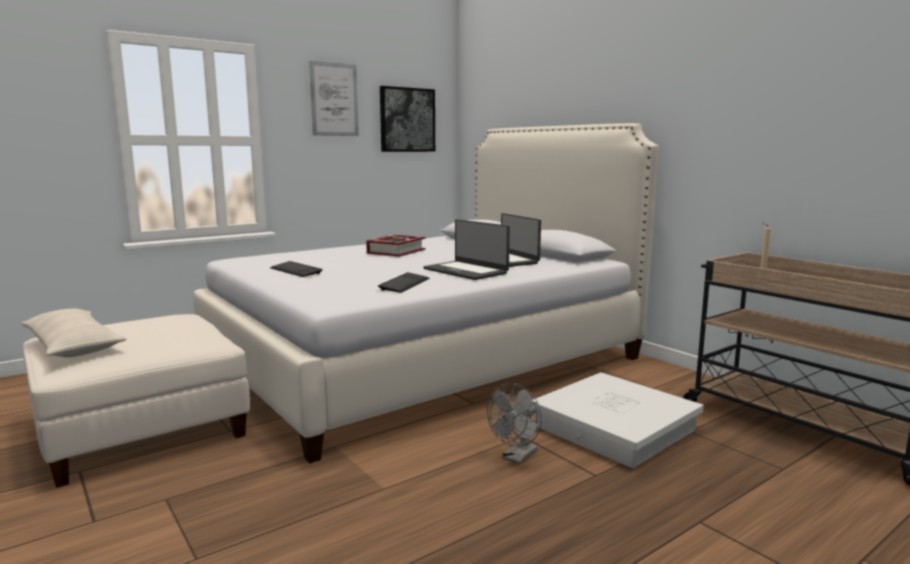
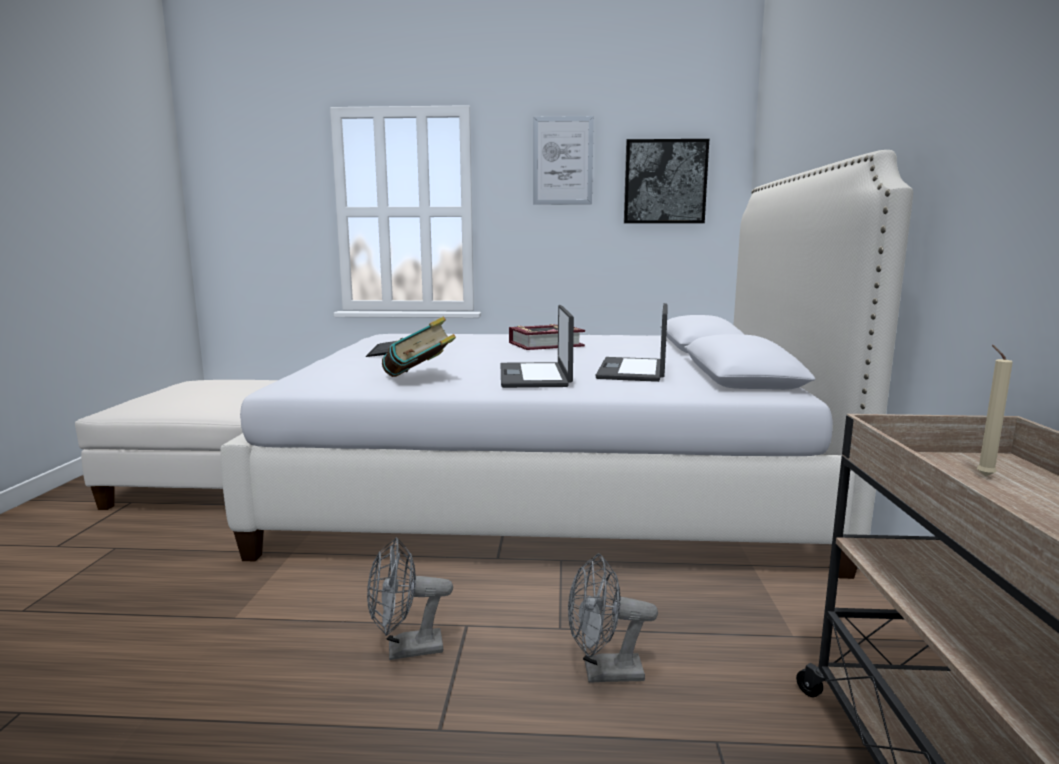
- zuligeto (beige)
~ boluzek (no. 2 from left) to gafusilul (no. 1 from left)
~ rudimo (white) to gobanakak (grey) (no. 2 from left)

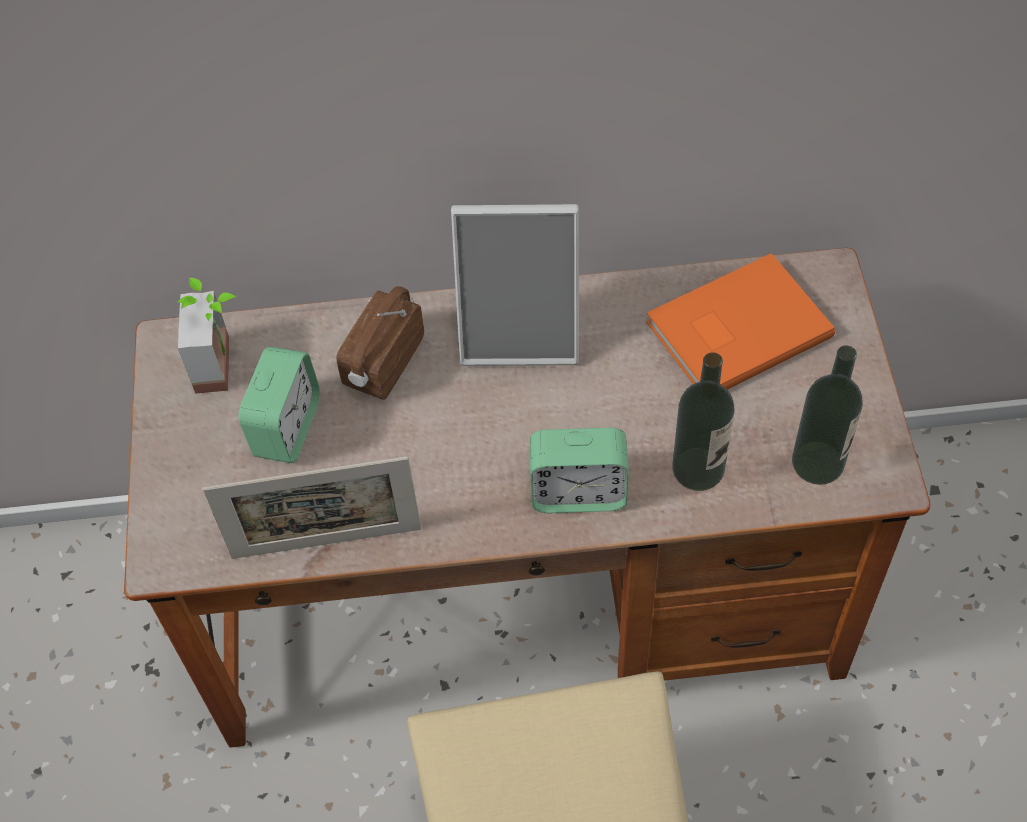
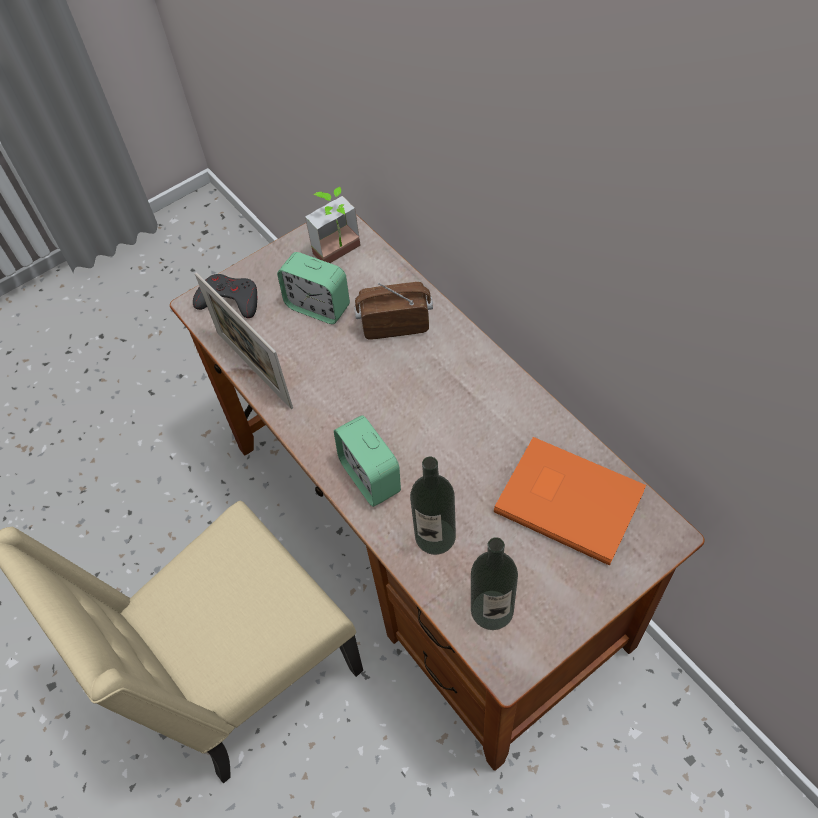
- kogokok (no. 2 from left)
+ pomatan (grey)
~ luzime (no. 1 from left) 45 degrees clockwise

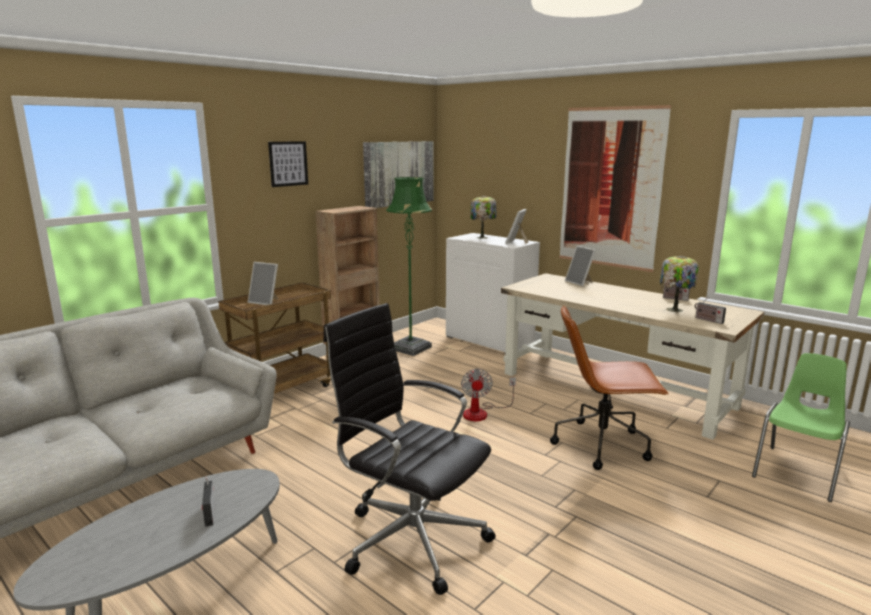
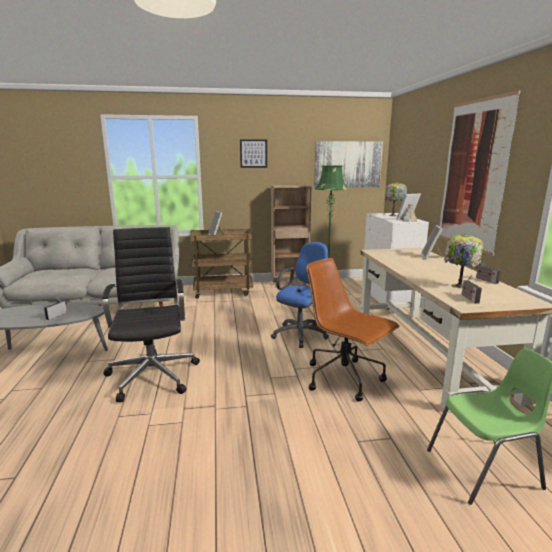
~ gobanakak to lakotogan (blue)

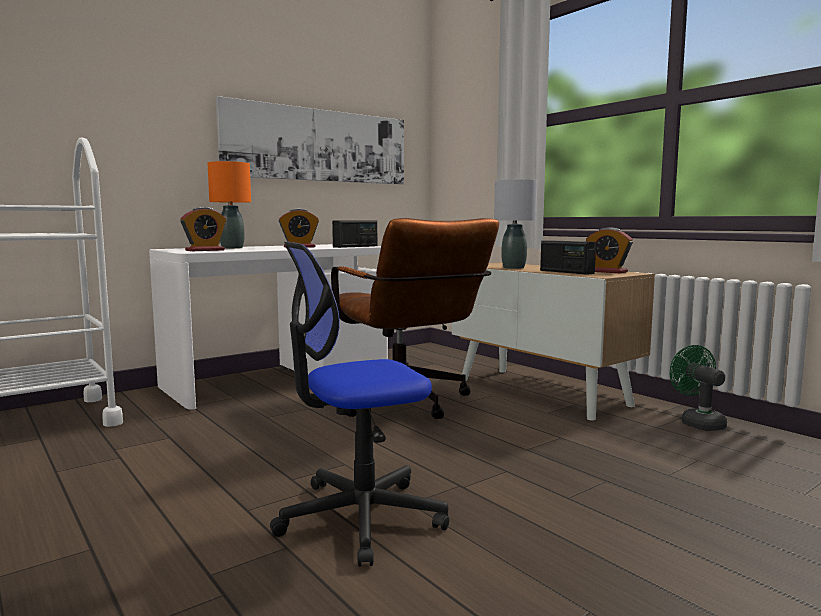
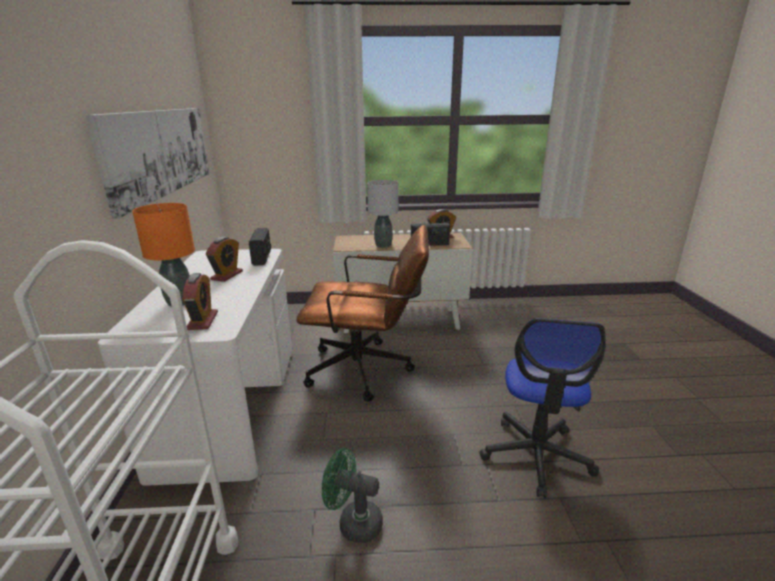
~ gobanakak (green)

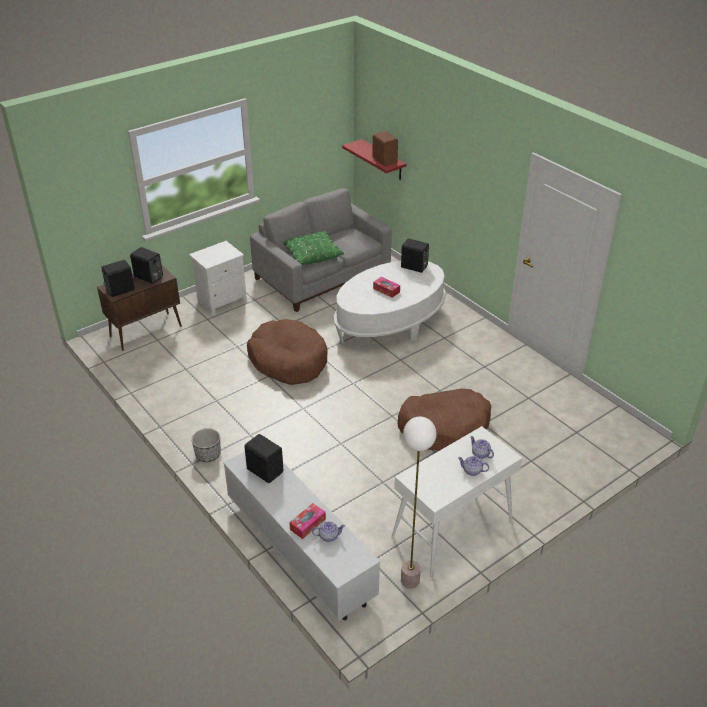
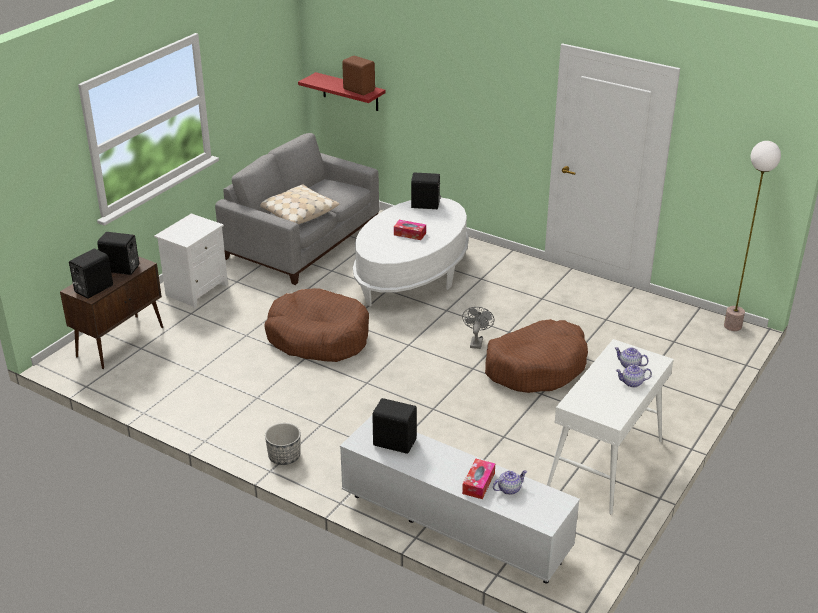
+ gobanakak (grey)
~ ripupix
~ zuligeto (green) to zuligeto (beige)

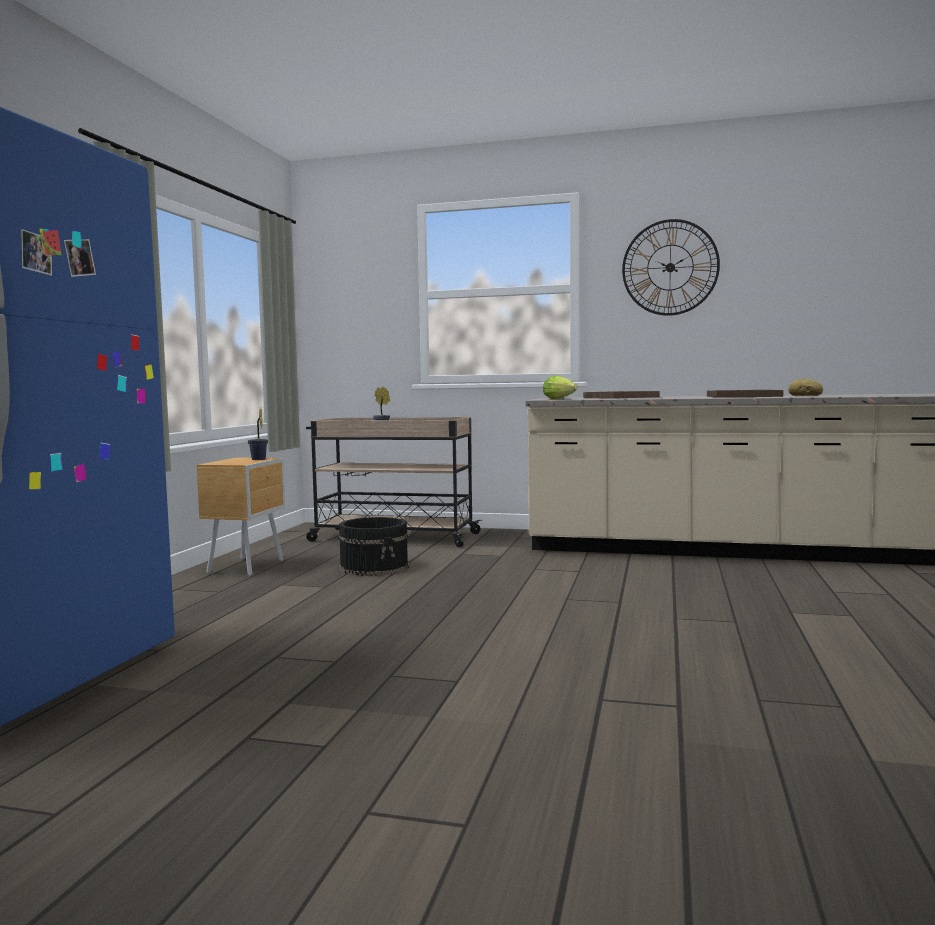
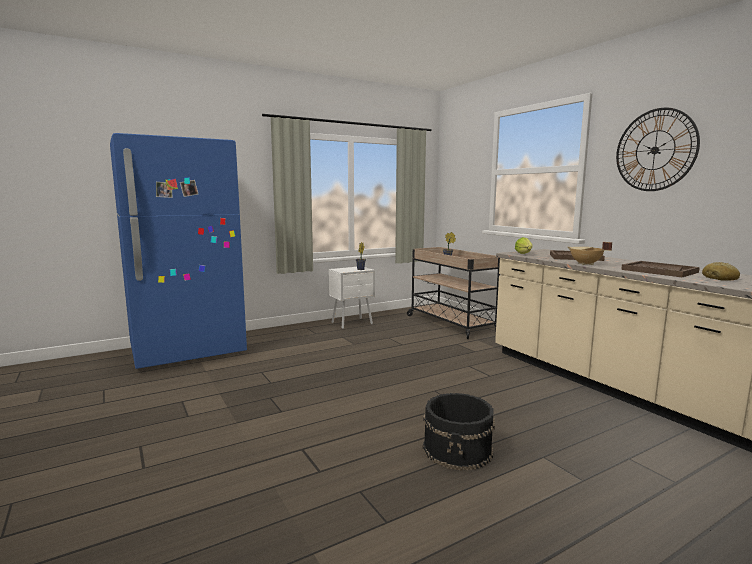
+ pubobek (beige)
~ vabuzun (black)
~ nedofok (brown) to nedofok (white)

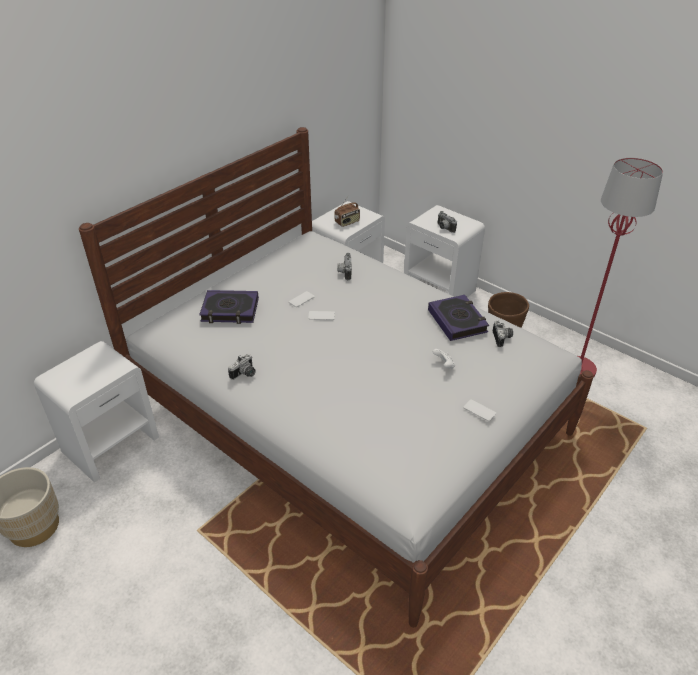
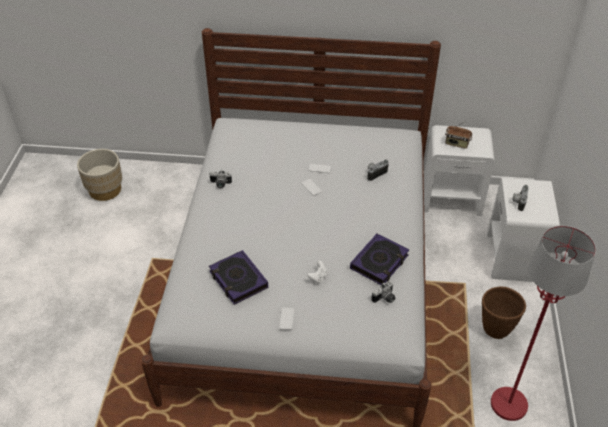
- nedofok (white) (no. 1 from left)
~ gafusilul (no. 1 from left)

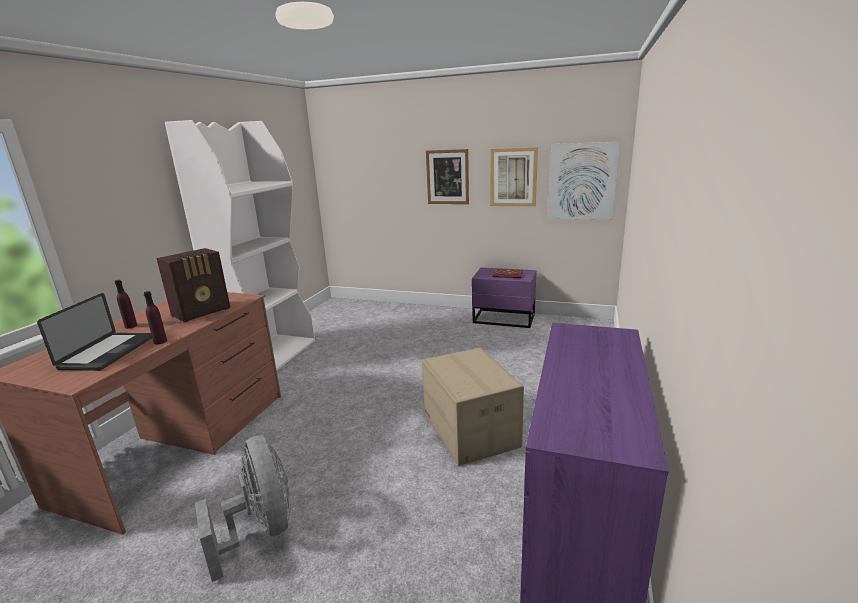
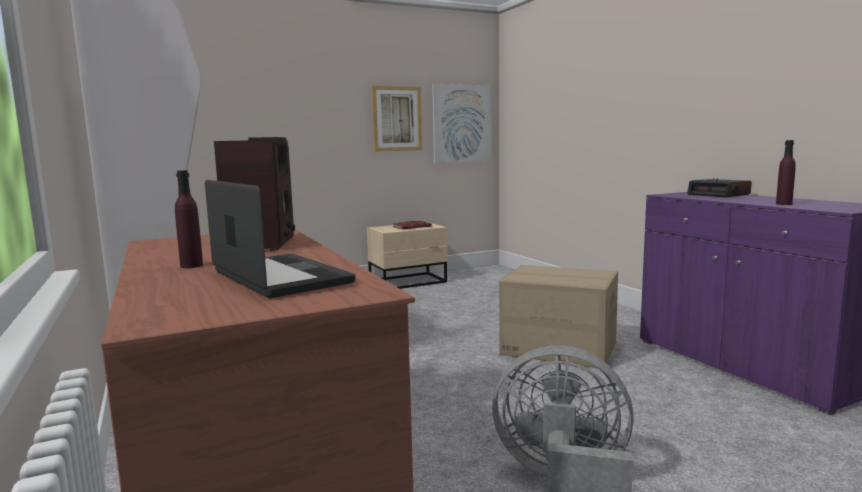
- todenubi (no. 1 from left)
+ luzime
~ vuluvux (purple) (no. 2 from left)
~ nedofok (purple) to nedofok (beige)

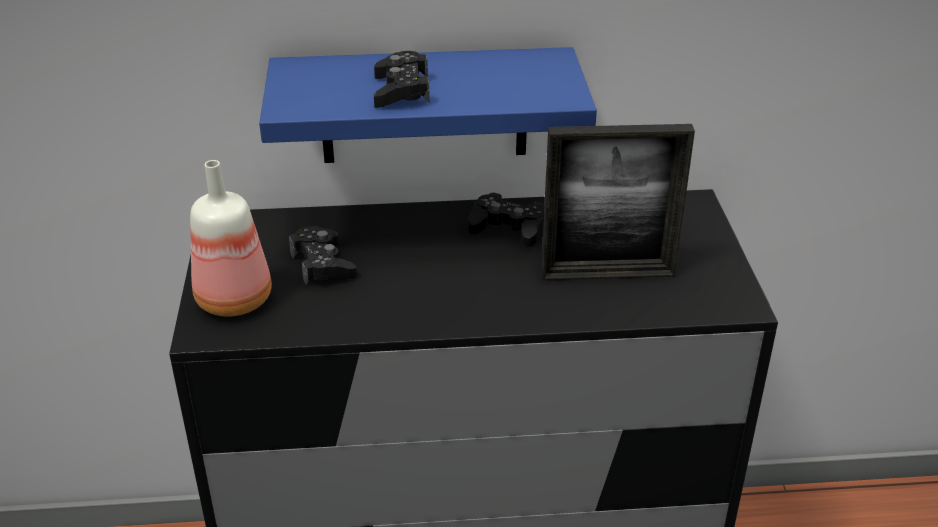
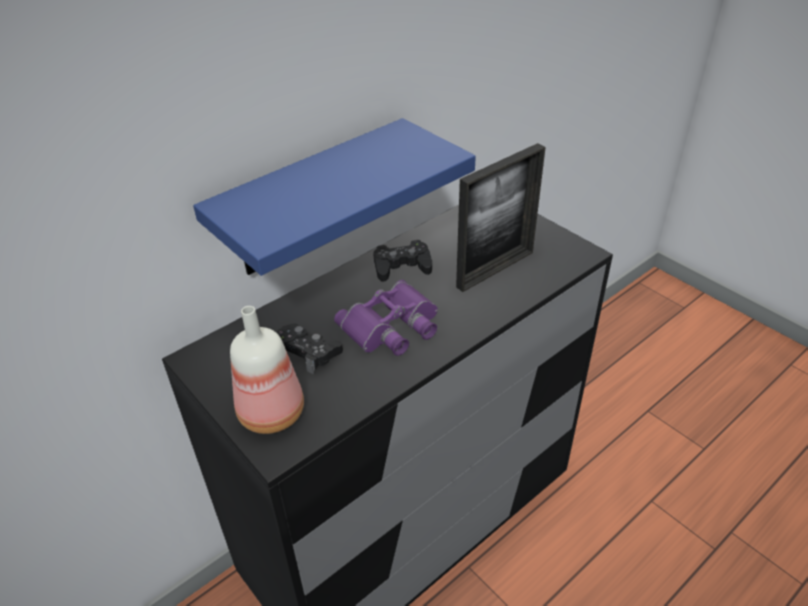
- pomatan (black) (no. 2 from left)
+ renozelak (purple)

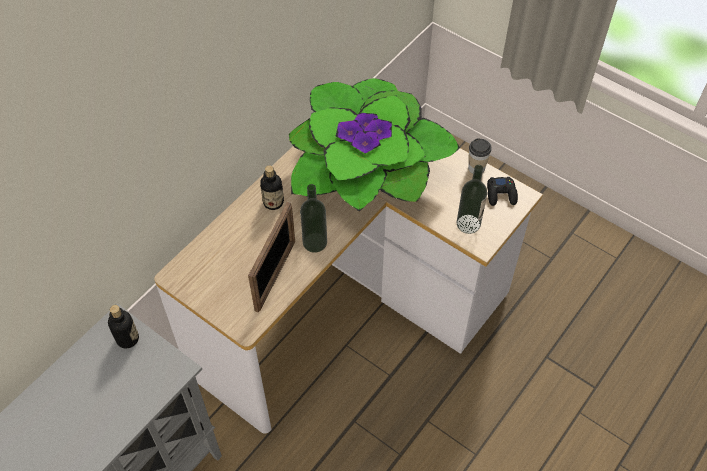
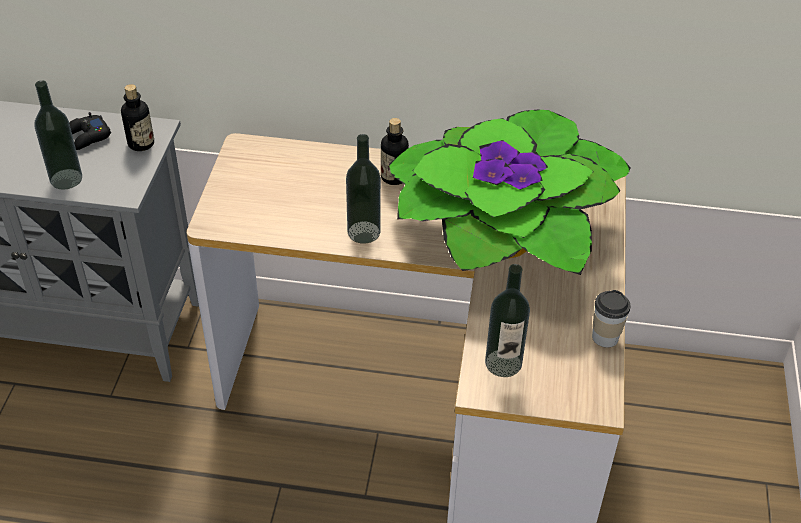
- kogokok
+ vuluvux (no. 1 from left)
~ pomatan (black)

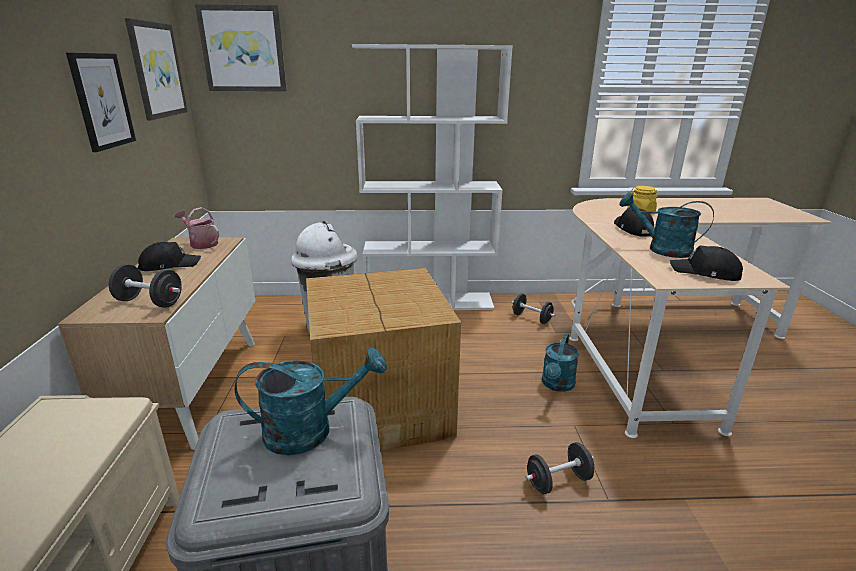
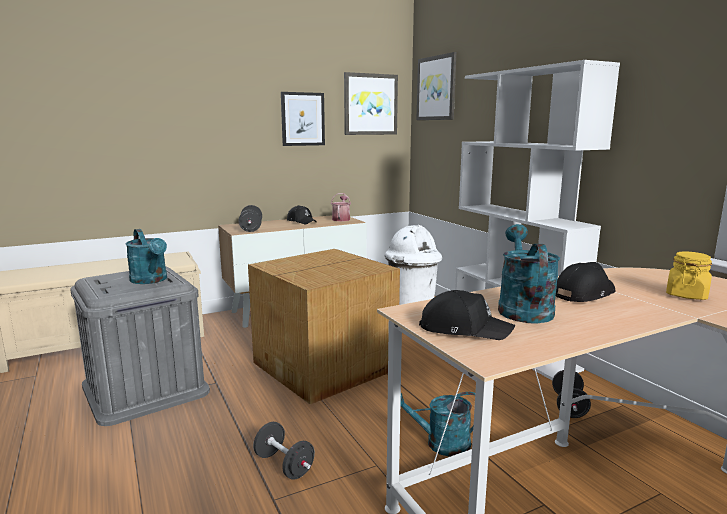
~ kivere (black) (no. 3 from left in the first image) 105 degrees clockwise

